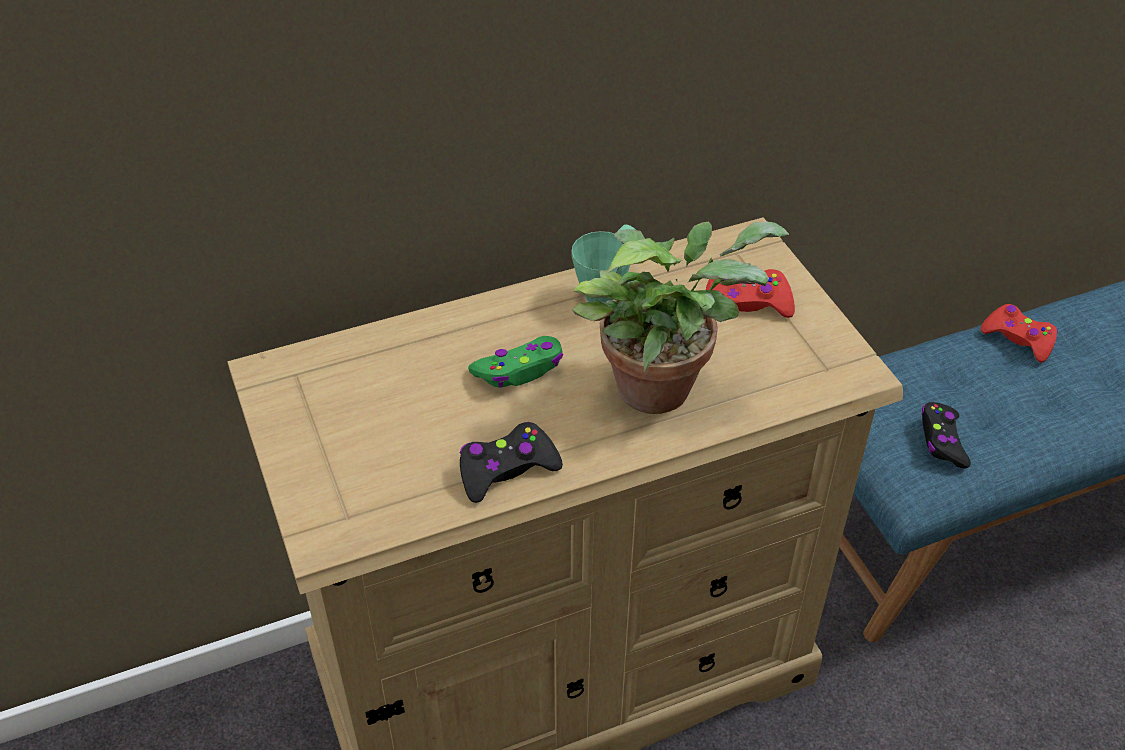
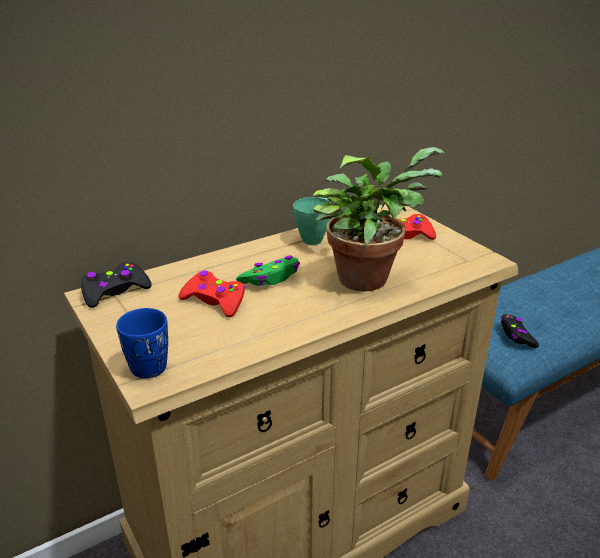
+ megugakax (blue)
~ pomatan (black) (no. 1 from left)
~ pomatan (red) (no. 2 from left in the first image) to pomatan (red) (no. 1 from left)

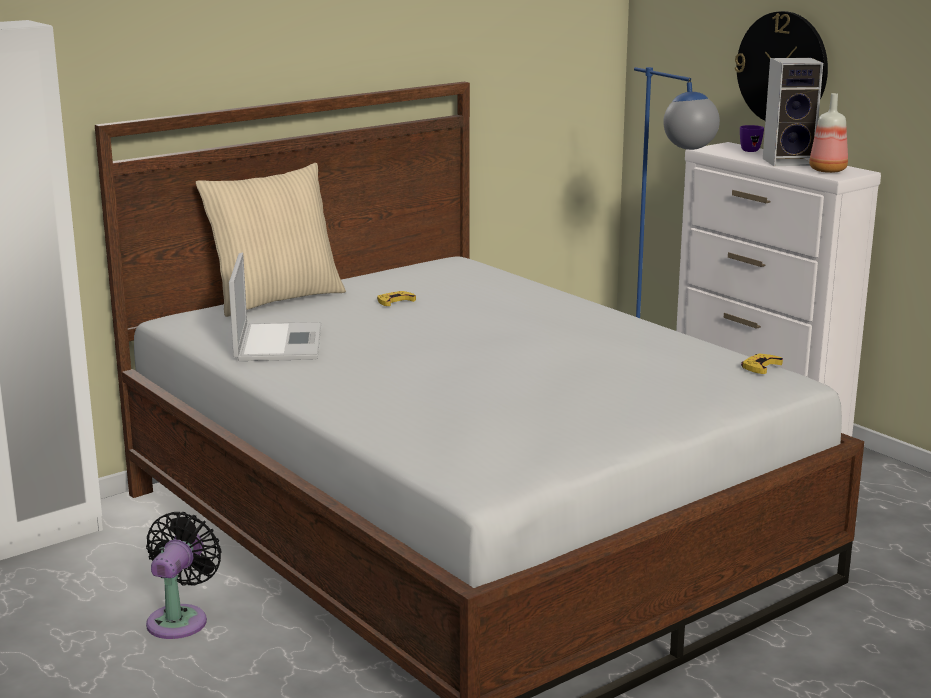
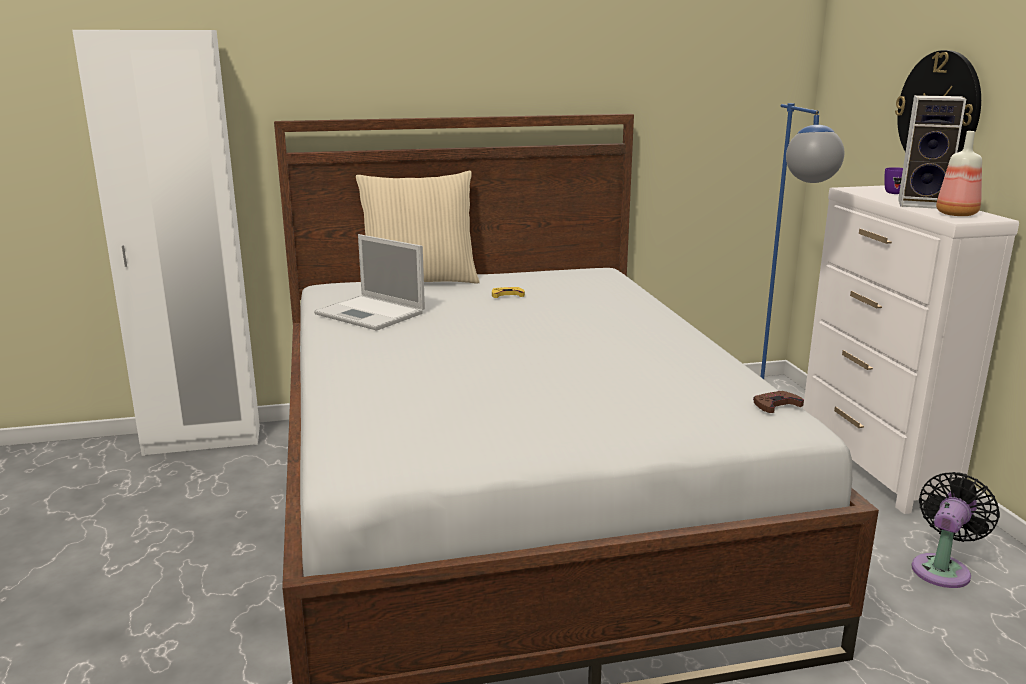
~ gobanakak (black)
~ pomatan (yellow) (no. 2 from left) to pomatan (brown)
~ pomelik 105 degrees clockwise

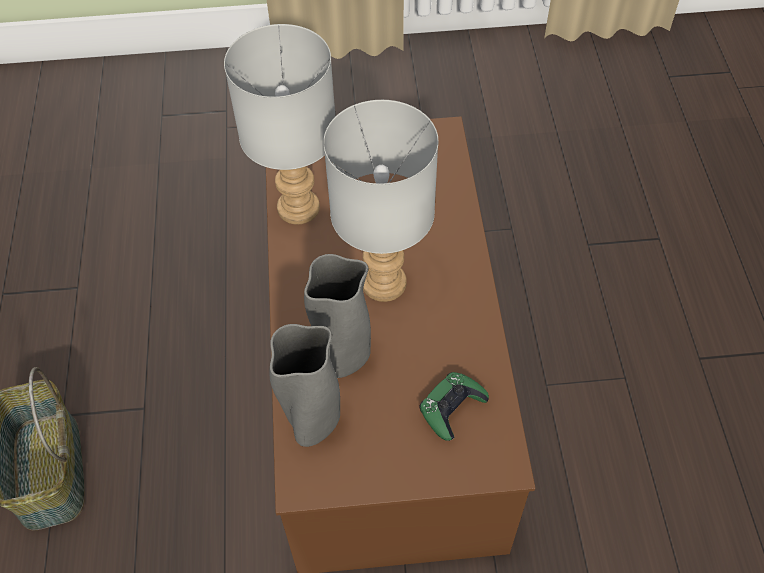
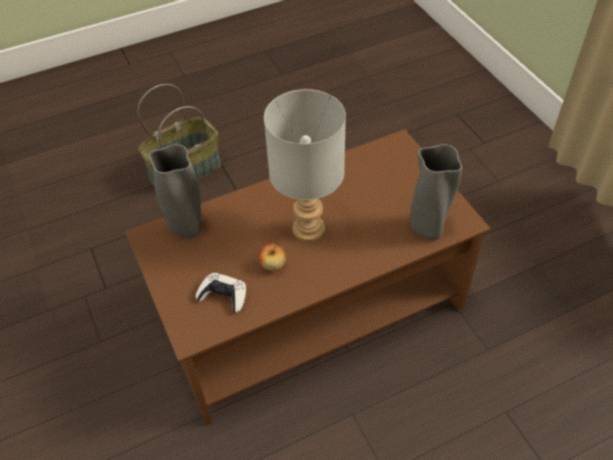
- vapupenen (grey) (no. 1 from left)
+ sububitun
~ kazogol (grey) (no. 2 from left)
~ pomatan (green) to pomatan (white)

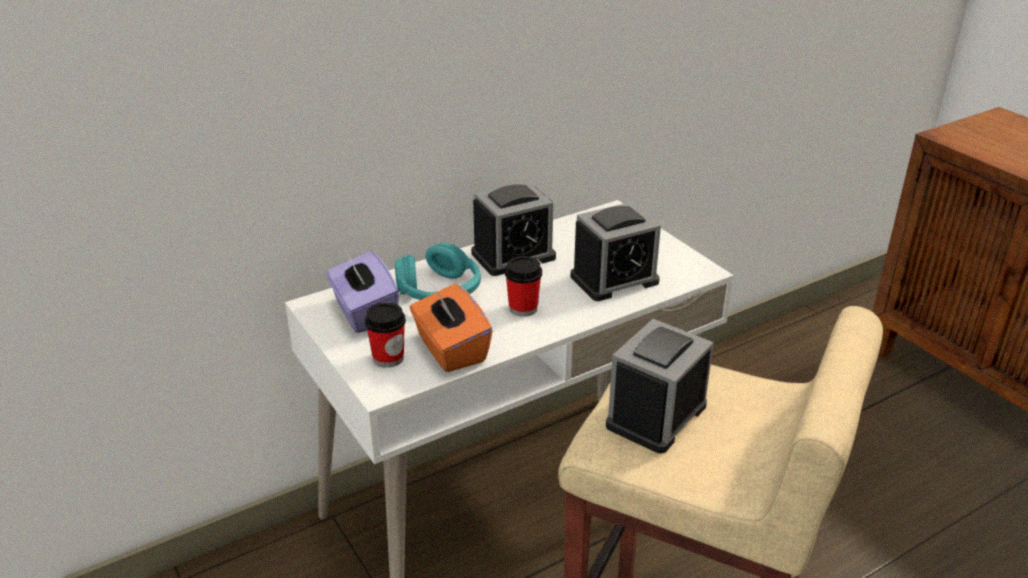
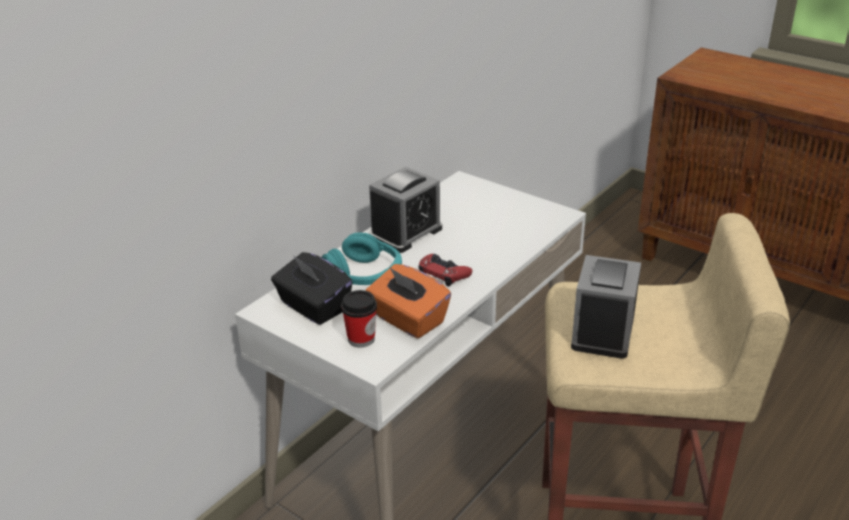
- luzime (no. 2 from left)
~ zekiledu (no. 2 from left) to pomatan (red)
~ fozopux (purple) to fozopux (black)

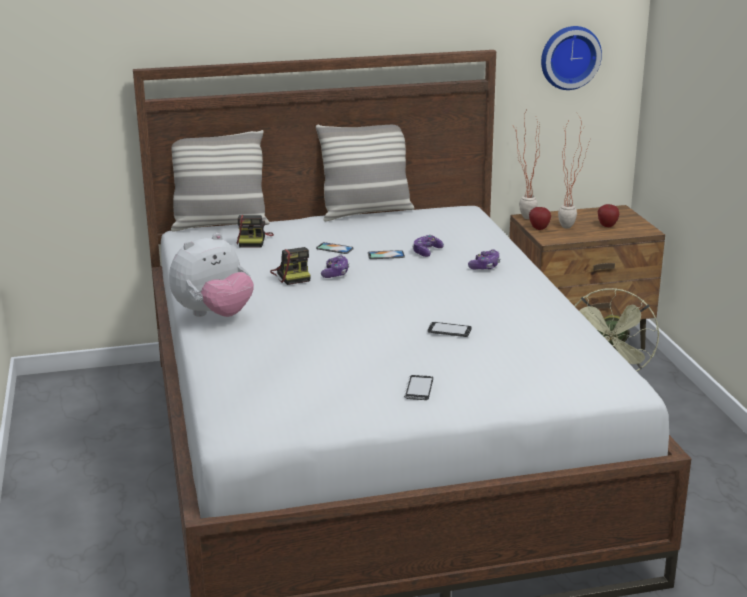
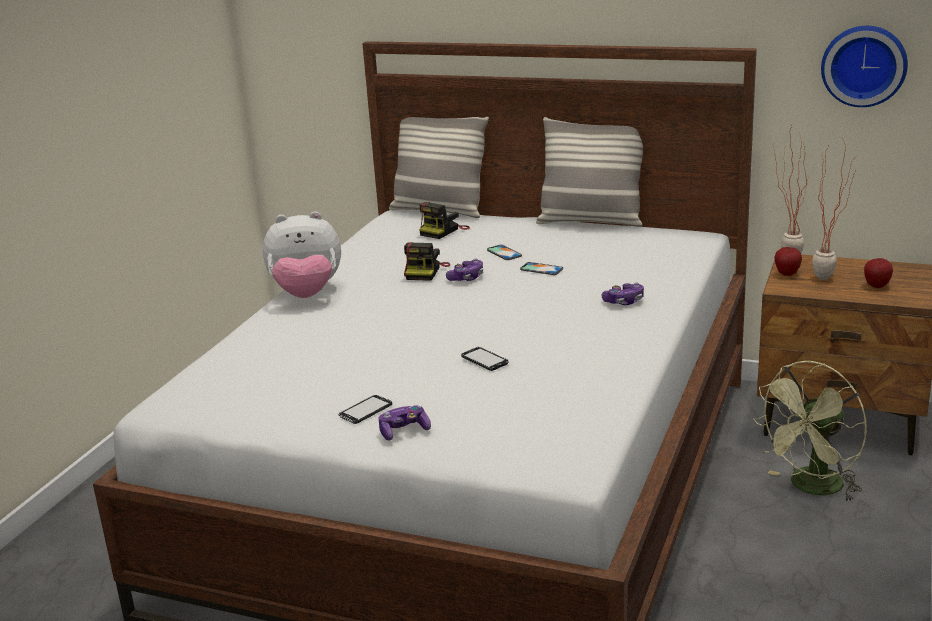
~ pomatan (no. 2 from left in the first image) to pomatan (no. 1 from left)

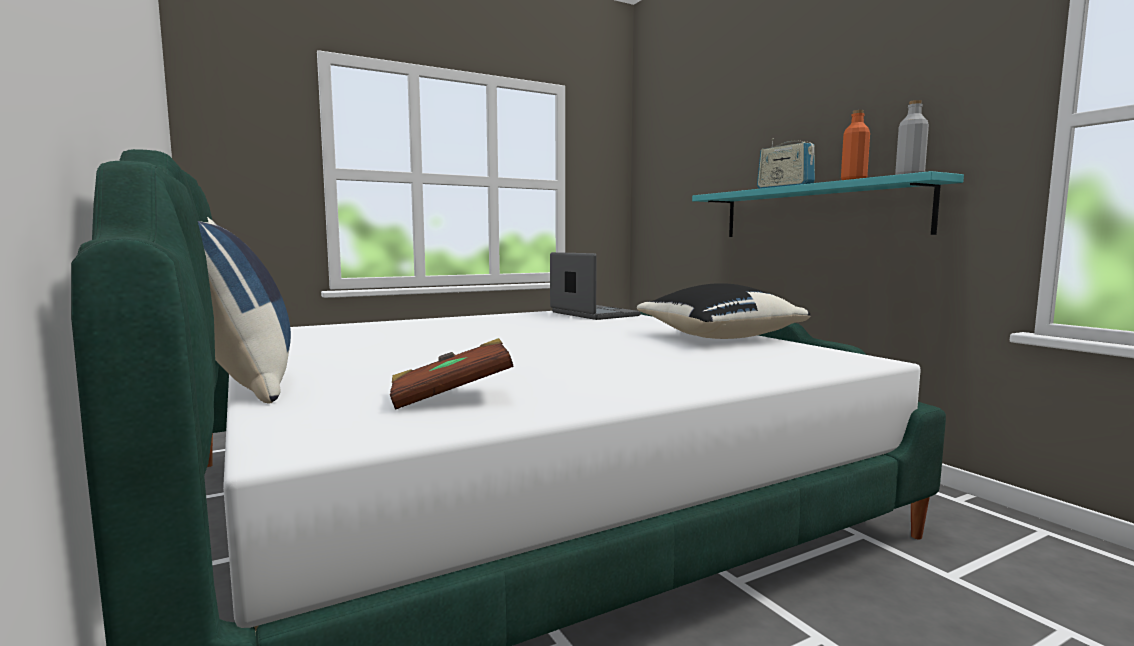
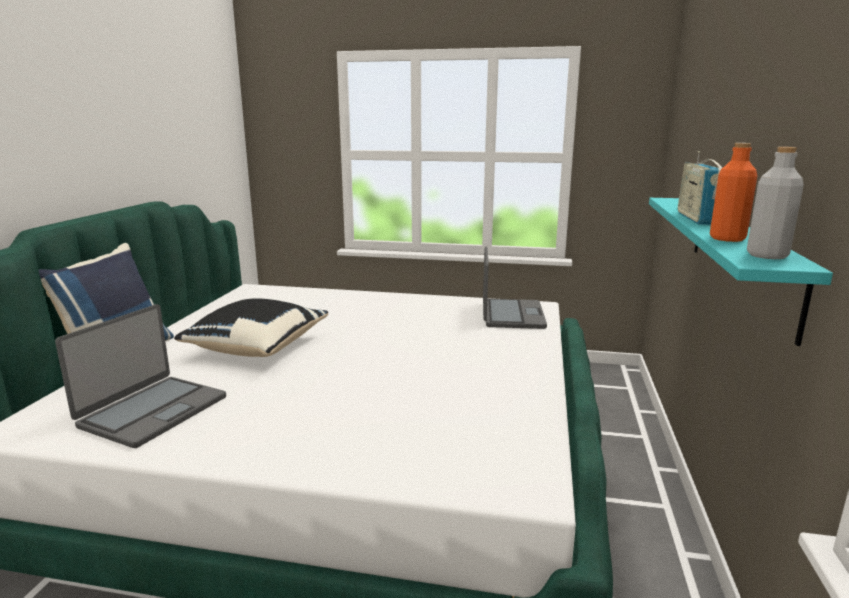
~ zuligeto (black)
~ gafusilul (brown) to pomelik (no. 1 from left)

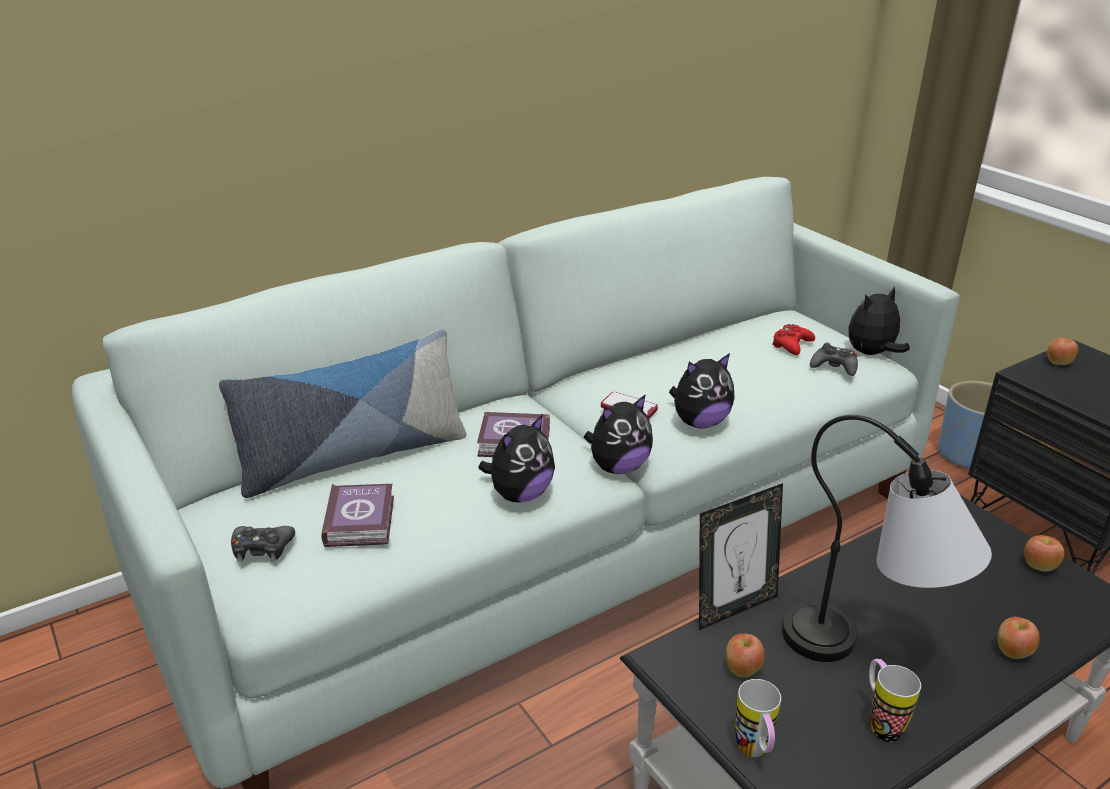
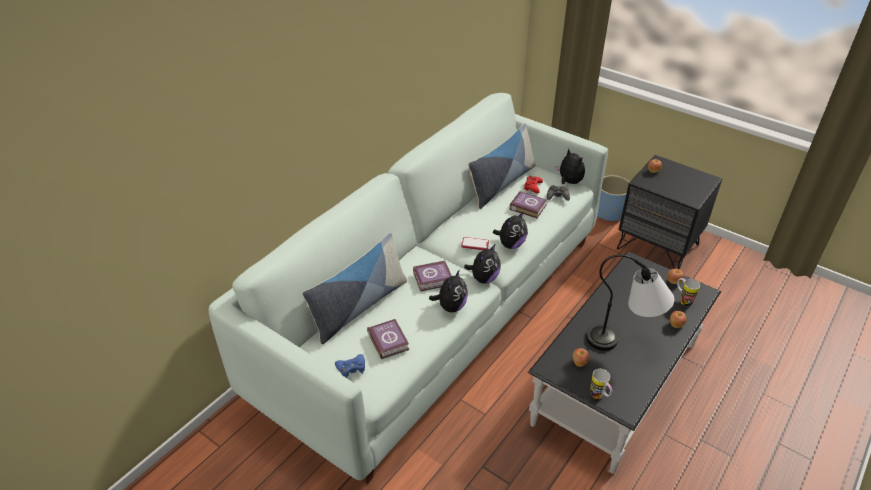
- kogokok
+ zuligeto (no. 2 from left)
+ gafusilul (no. 3 from left)
~ megugakax (no. 2 from left)
~ pomatan (black) (no. 1 from left) to pomatan (blue)
~ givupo (no. 4 from left) 105 degrees clockwise

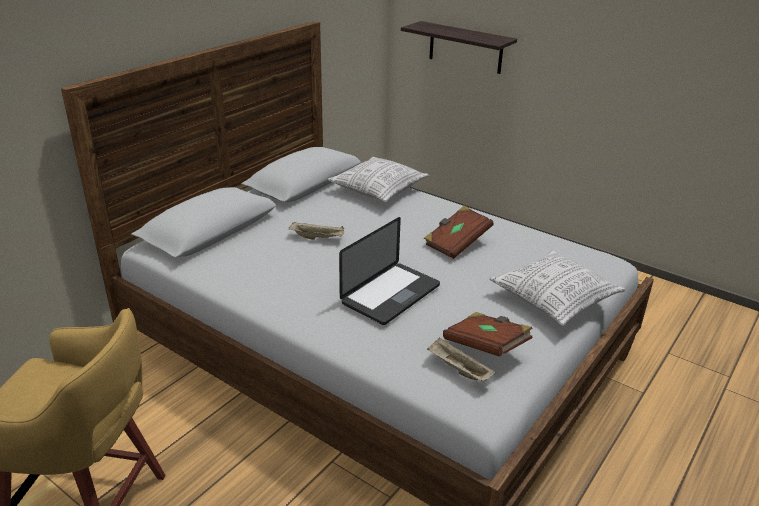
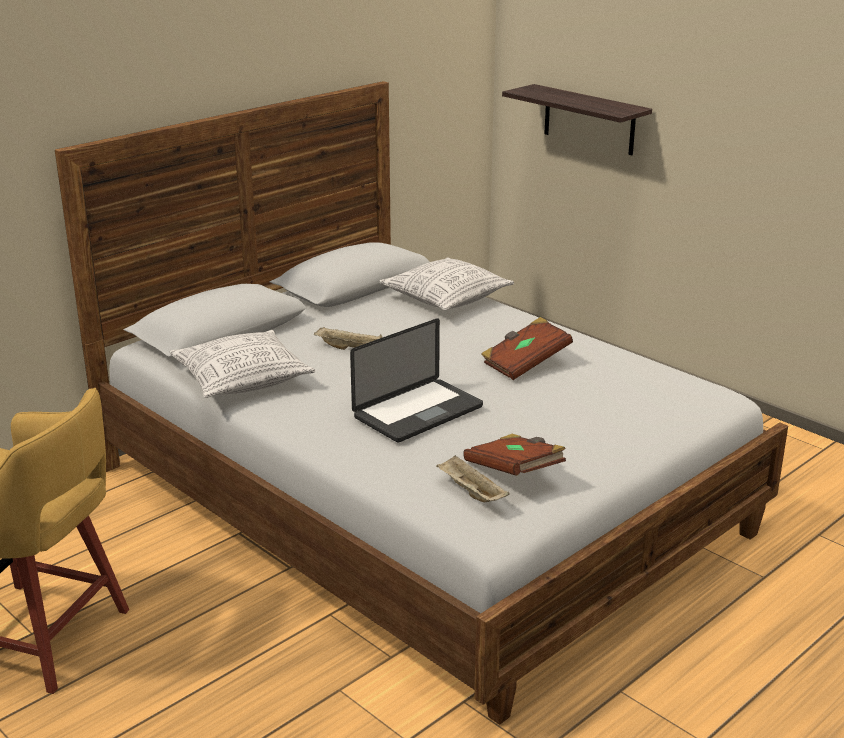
~ zuligeto (no. 2 from left in the first image) to zuligeto (no. 1 from left)

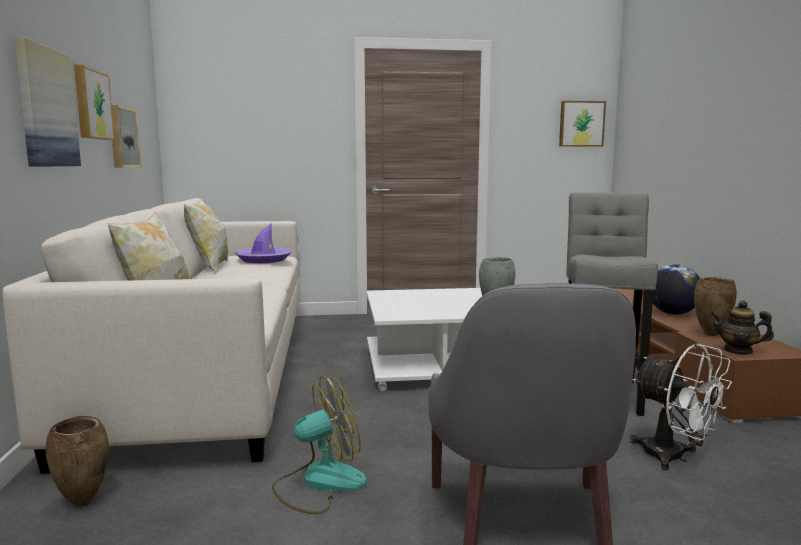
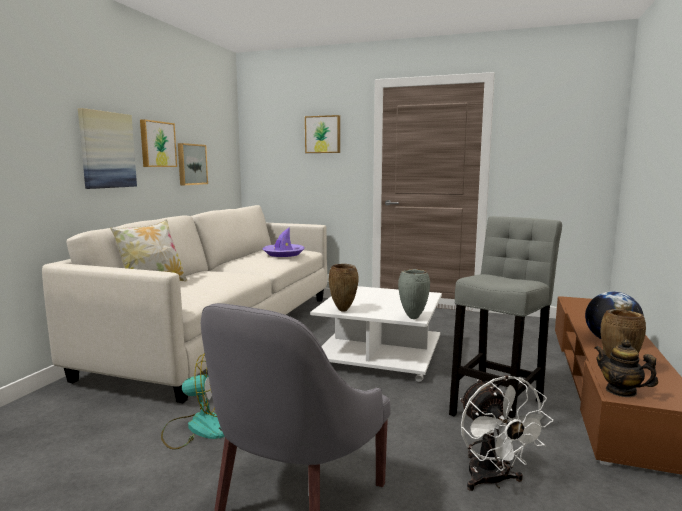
- zuligeto (no. 2 from left)
~ kazogol (brown) (no. 1 from left)
~ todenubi (no. 4 from left)

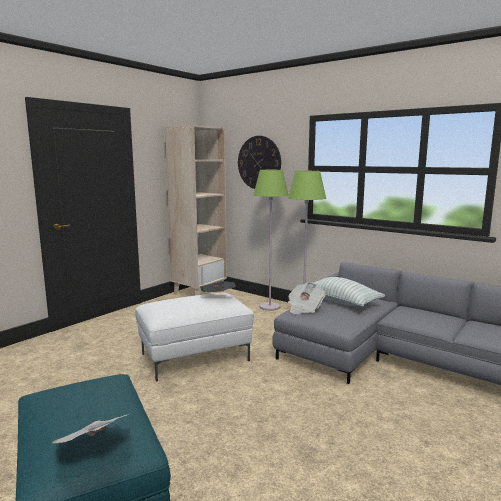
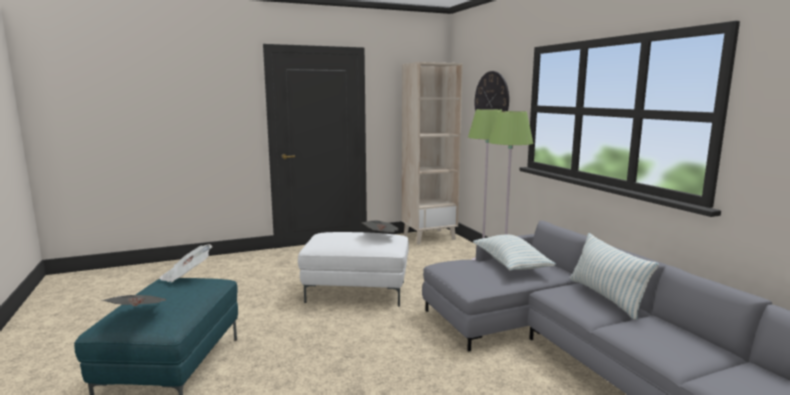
+ zuligeto (no. 2 from left)
~ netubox (no. 3 from left in the first image) to netubox (no. 2 from left)

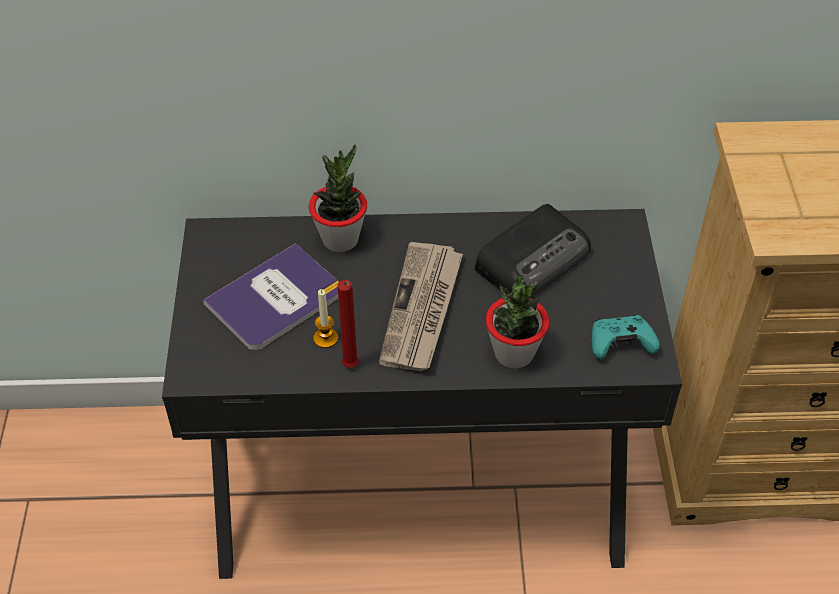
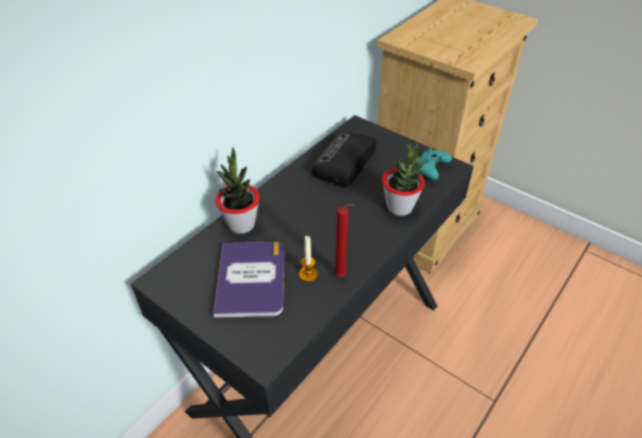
- netubox
~ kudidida 150 degrees counterclockwise

